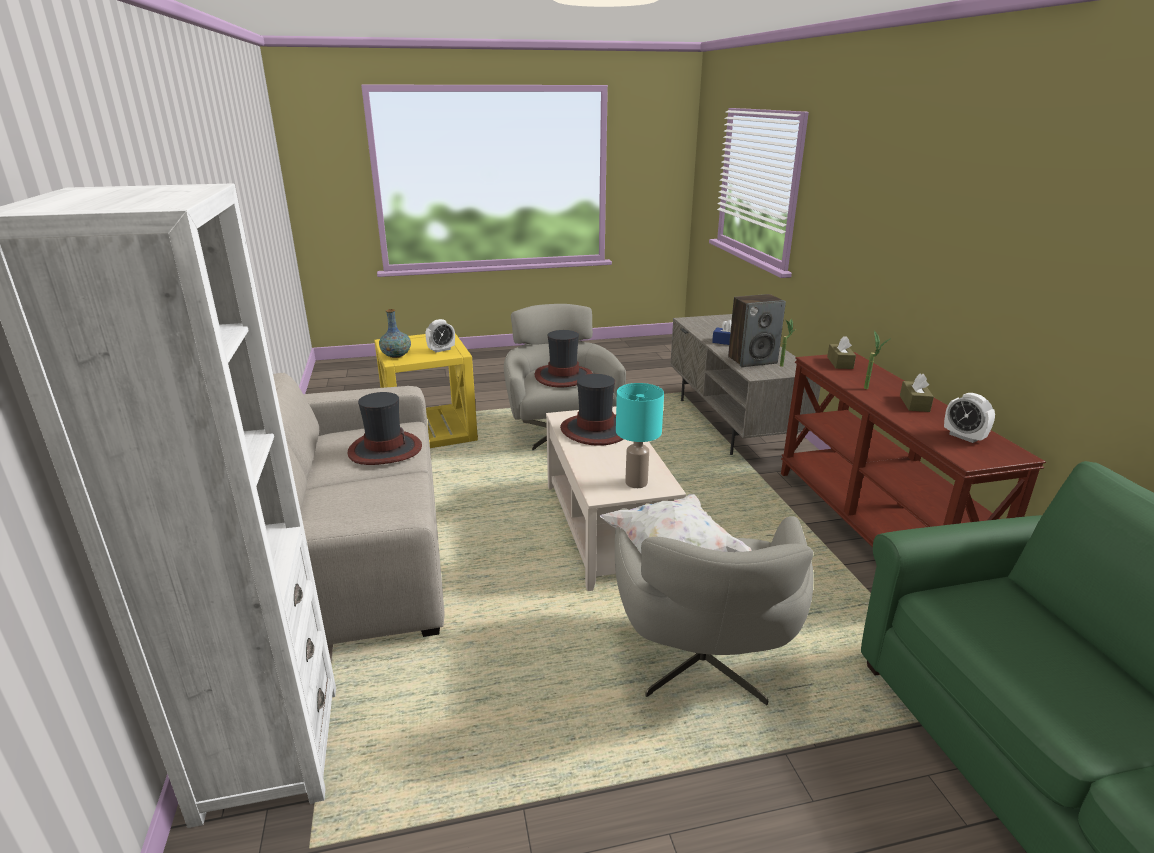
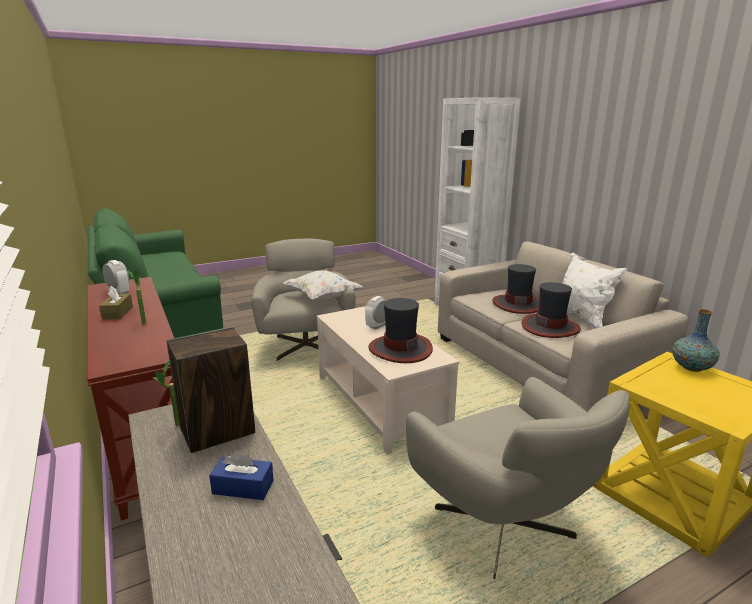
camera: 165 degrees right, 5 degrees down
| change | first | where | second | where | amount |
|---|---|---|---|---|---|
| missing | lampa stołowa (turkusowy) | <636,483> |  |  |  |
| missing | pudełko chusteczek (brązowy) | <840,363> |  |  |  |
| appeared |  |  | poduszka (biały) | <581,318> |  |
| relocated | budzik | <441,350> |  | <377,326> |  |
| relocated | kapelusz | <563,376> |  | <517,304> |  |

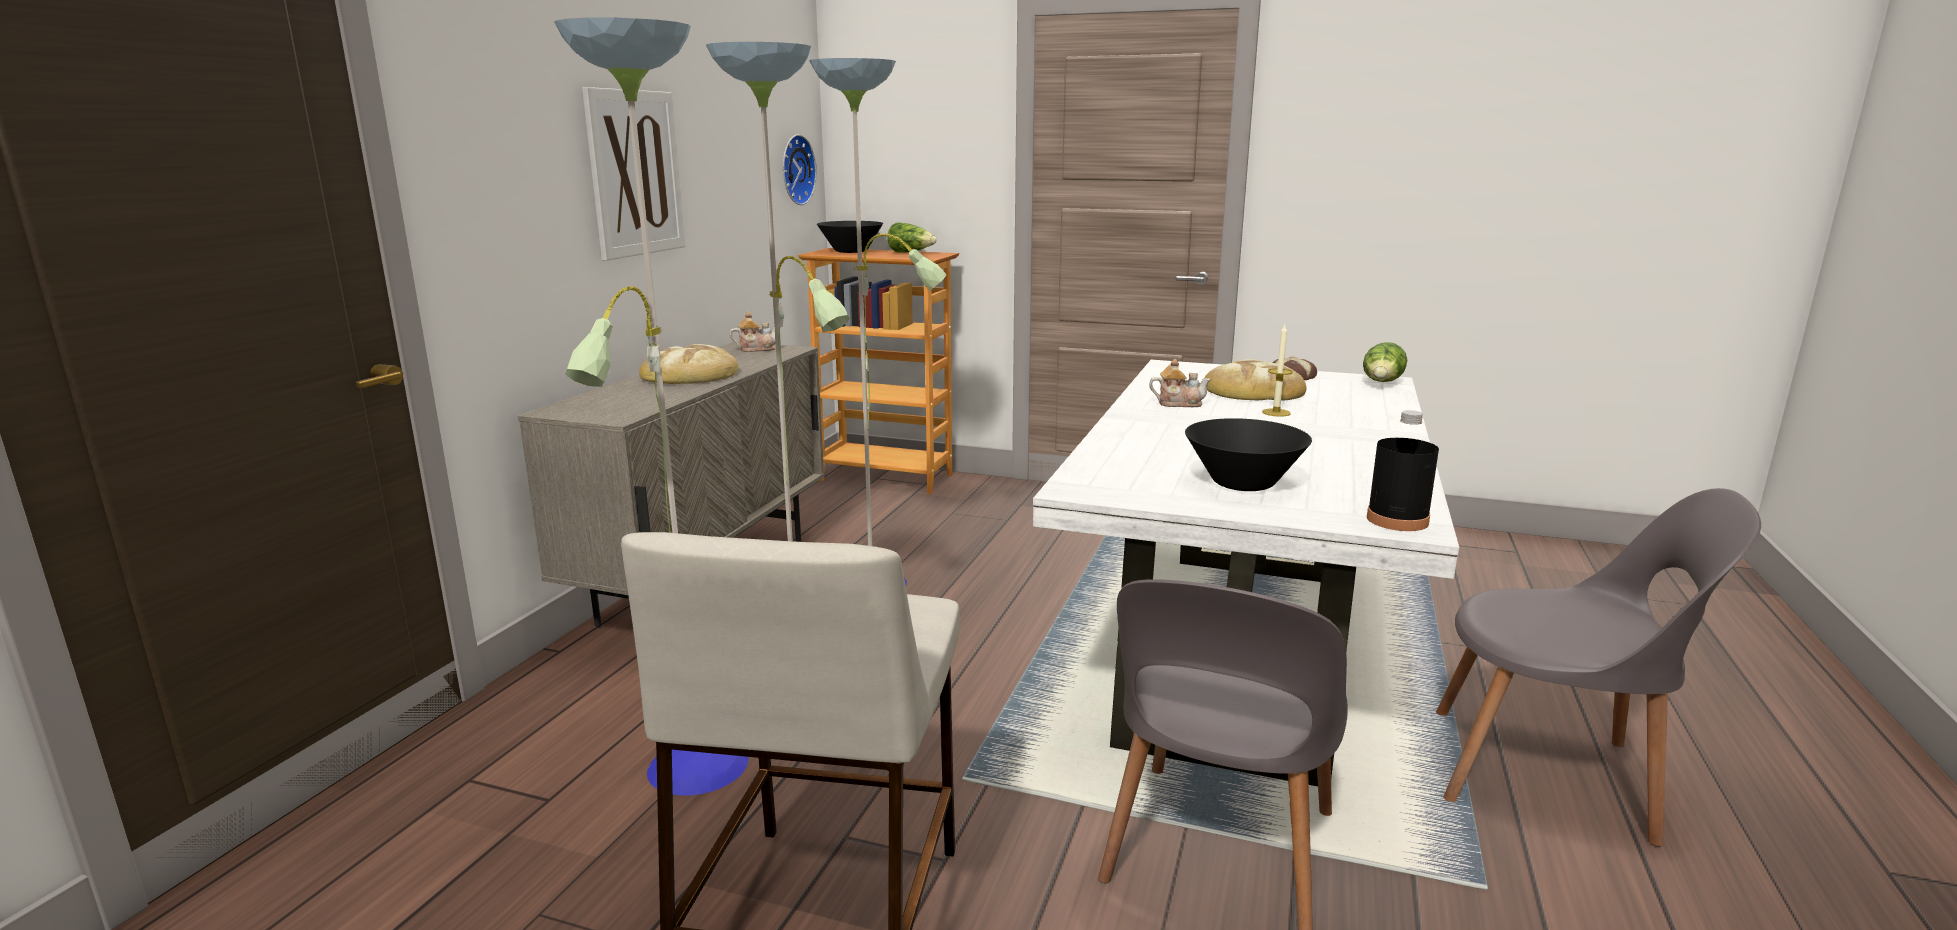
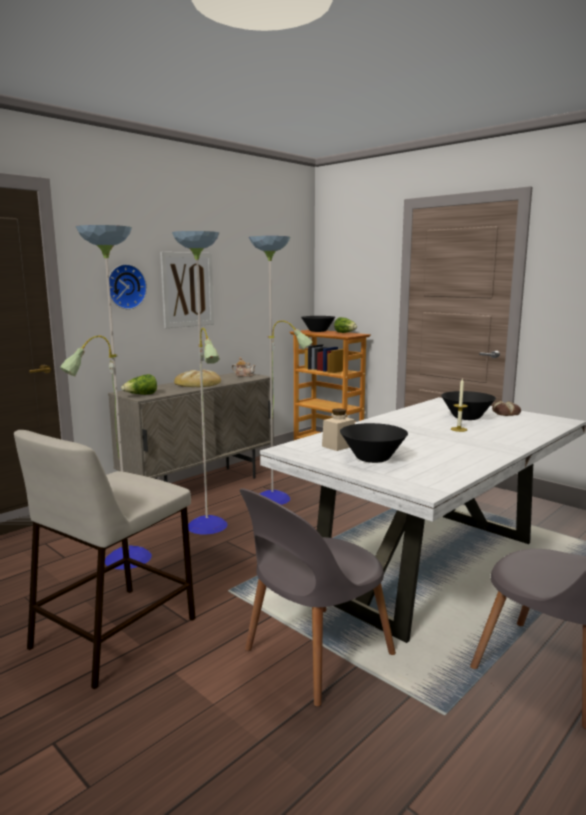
camera: 25 degrees right, 5 degrees down
| change | first | where | second | where | amount |
|---|---|---|---|---|---|
| missing | imbryk | <1178,403> |  |  |  |
| missing | butelka (czarny) | <1397,520> |  |  |  |
| appeared |  |  | słoik (beżowy) | <338,446> |  |
| relocated | zegar ścienny | <794,170> |  | <125,286> |  |
| relocated | sałata | <1382,383> |  | <141,395> |  |
| exchanged | chleb | <1252,391> | miska (czarny) | <466,417> |  |

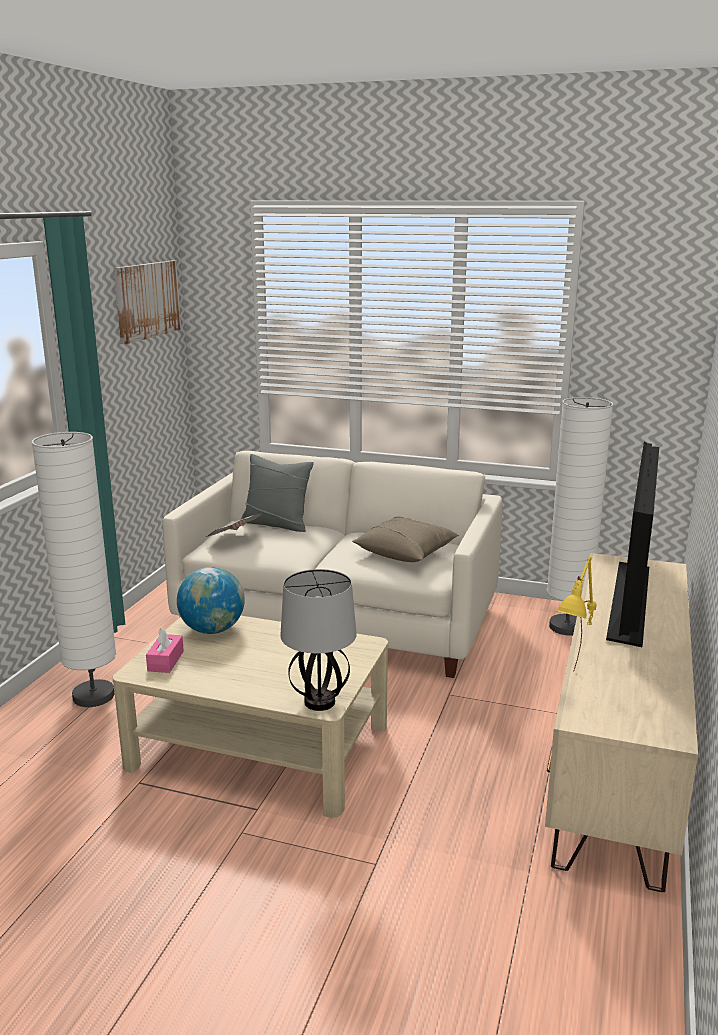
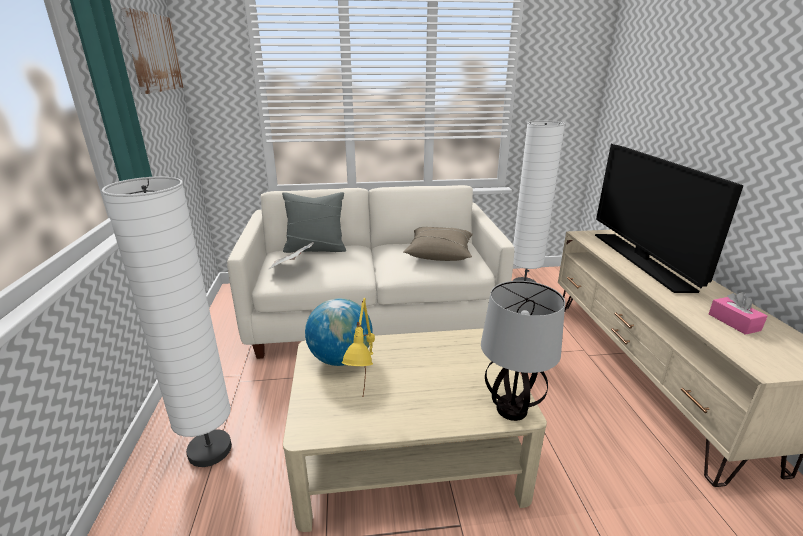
camera: 25 degrees left, 5 degrees up
| change | first | where | second | where | amount |
|---|---|---|---|---|---|
| relocated | pudełko chusteczek (różowy) | <165,661> |  | <734,322> |  |
| relocated | lampa stołowa (żółty) | <574,688> |  | <367,417> |  |

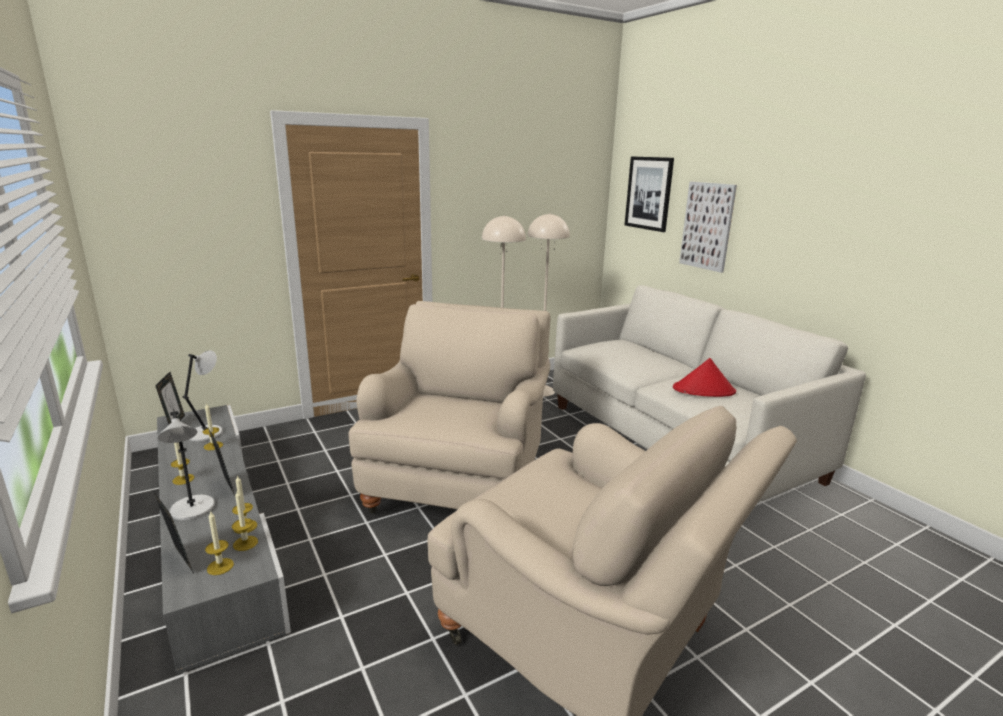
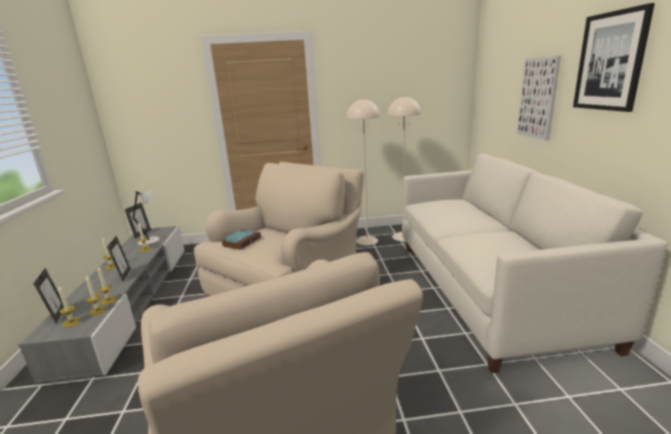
camera: 25 degrees right, 0 degrees up
| change | first | where | second | where | amount |
|---|---|---|---|---|---|
| missing | lampa stołowa (szary) | <192,510> |  |  |  |
| missing | kapelusz (czerwony) | <704,390> |  |  |  |
| appeared |  |  | książka | <242,241> |  |
| relocated | obraz | <649,193> |  | <610,61> |  |

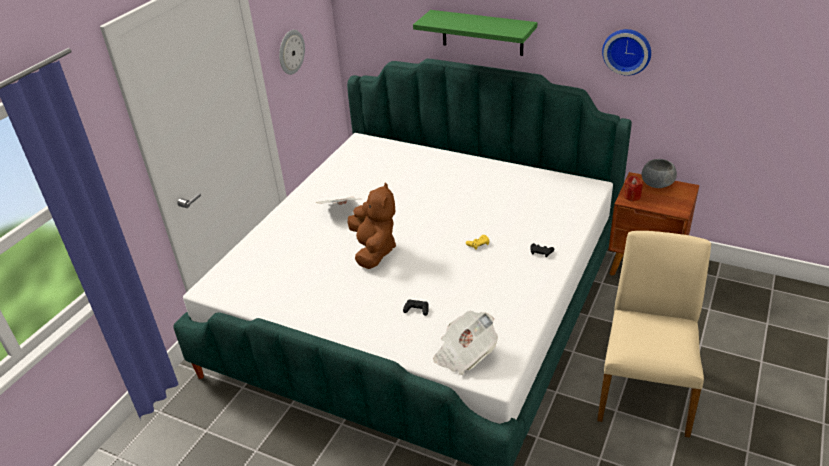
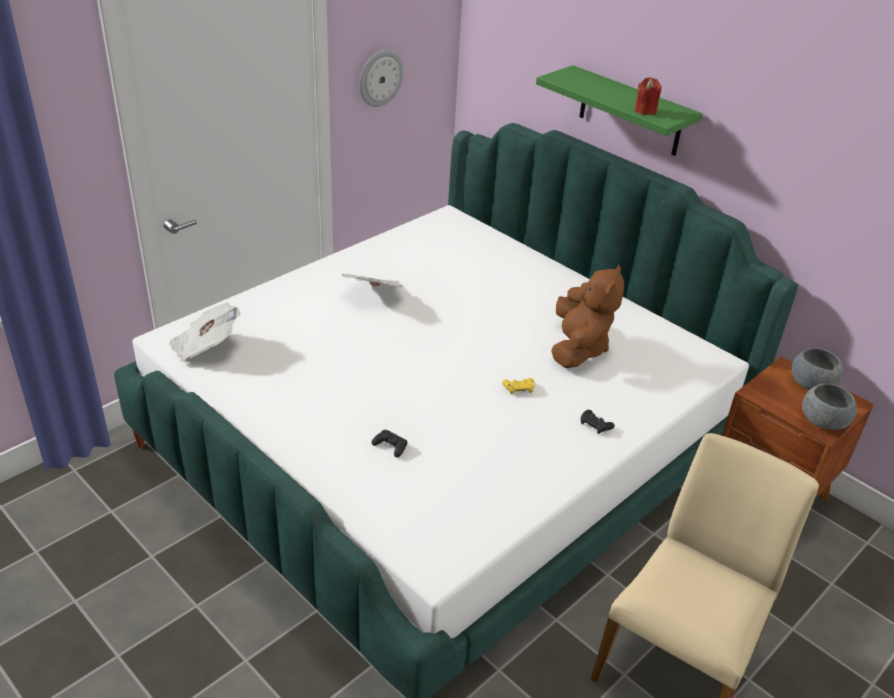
camera: 15 degrees right, 0 degrees up
| change | first | where | second | where | amount |
|---|---|---|---|---|---|
| missing | zegar ścienny | <627,50> |  |  |  |
| appeared |  |  | miska (szary) | <823,422> |  |
| relocated | pluszak (brązowy) | <374,250> |  | <578,348> |  |
| relocated | gazeta | <464,354> |  | <205,346> |  |
| relocated | świeca (czerwony) | <632,197> |  | <645,111> |  |

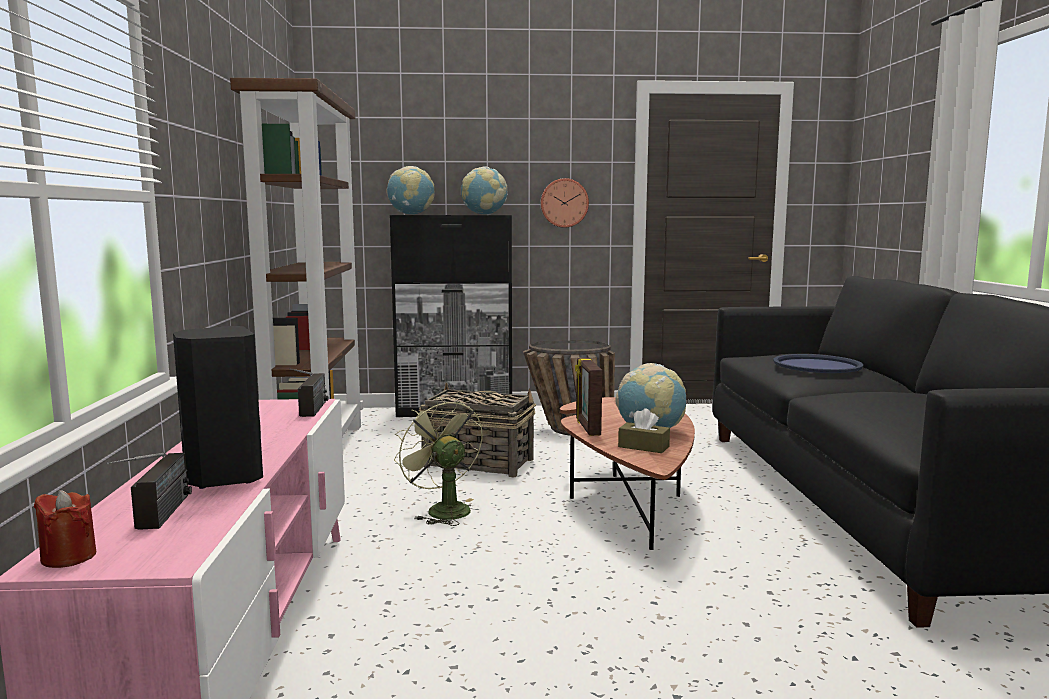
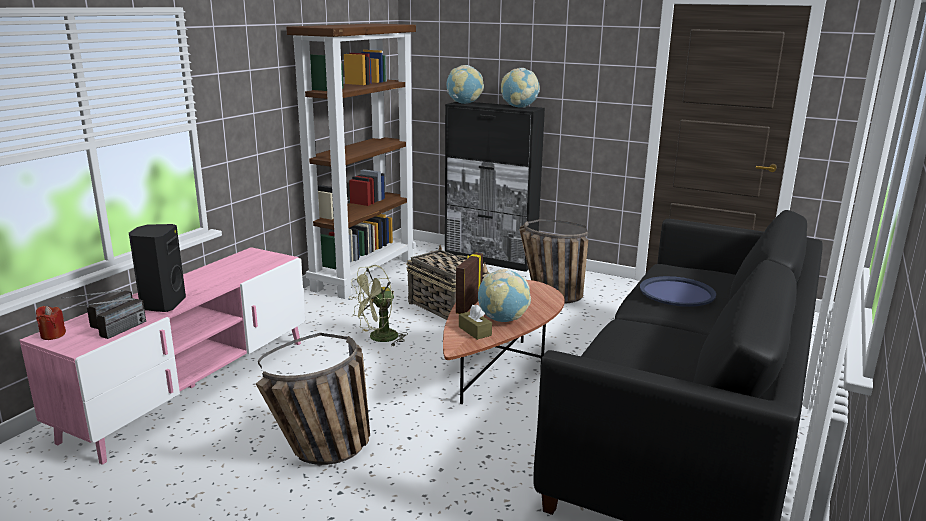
camera: 30 degrees right, 10 degrees up
| change | first | where | second | where | amount |
|---|---|---|---|---|---|
| missing | zegar ścienny | <564,203> |  |  |  |
| appeared |  |  | koszyk | <323,455> |  |
| relocated | radio | <311,413> |  | <113,334> |  |
| spun | wentylator (zielony) | <442,509> |  | <378,338> | 120 degrees counterclockwise |

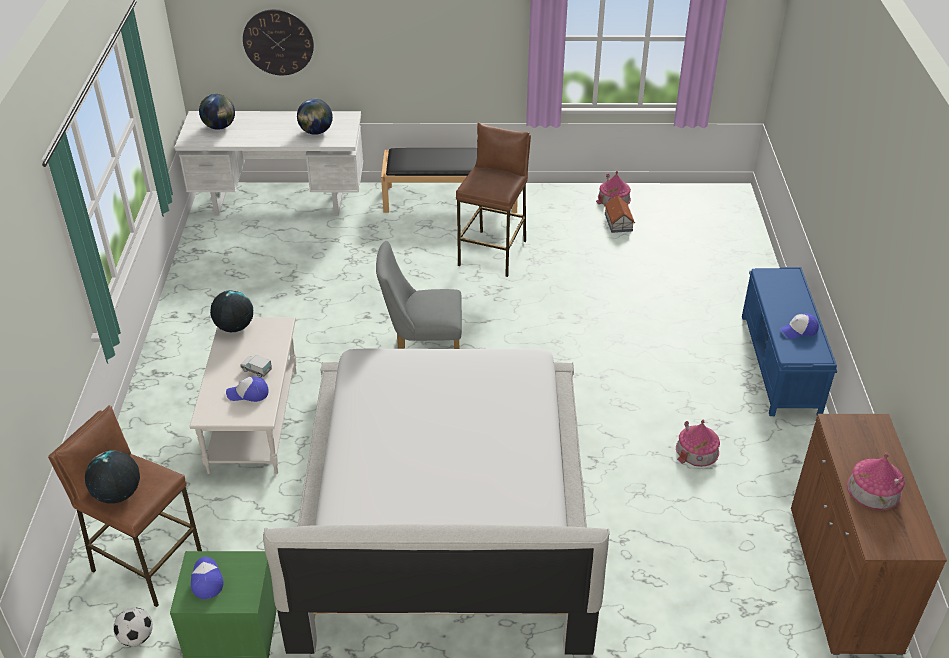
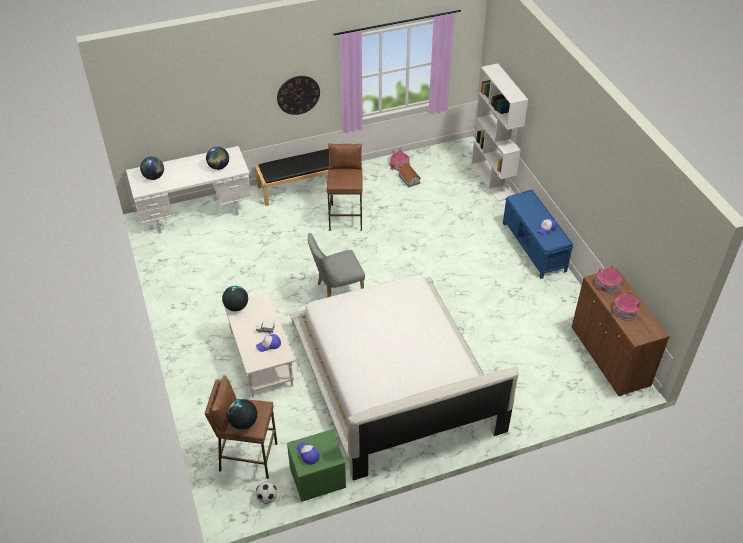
camera: 20 degrees left, 5 degrees up
| change | first | where | second | where | amount |
|---|---|---|---|---|---|
| appeared |  |  | regał (biały) | <492,180> |  |
| relocated | zegar ścienny | <278,42> |  | <298,95> |  |
| relocated | domek | <697,450> |  | <607,283> |  |

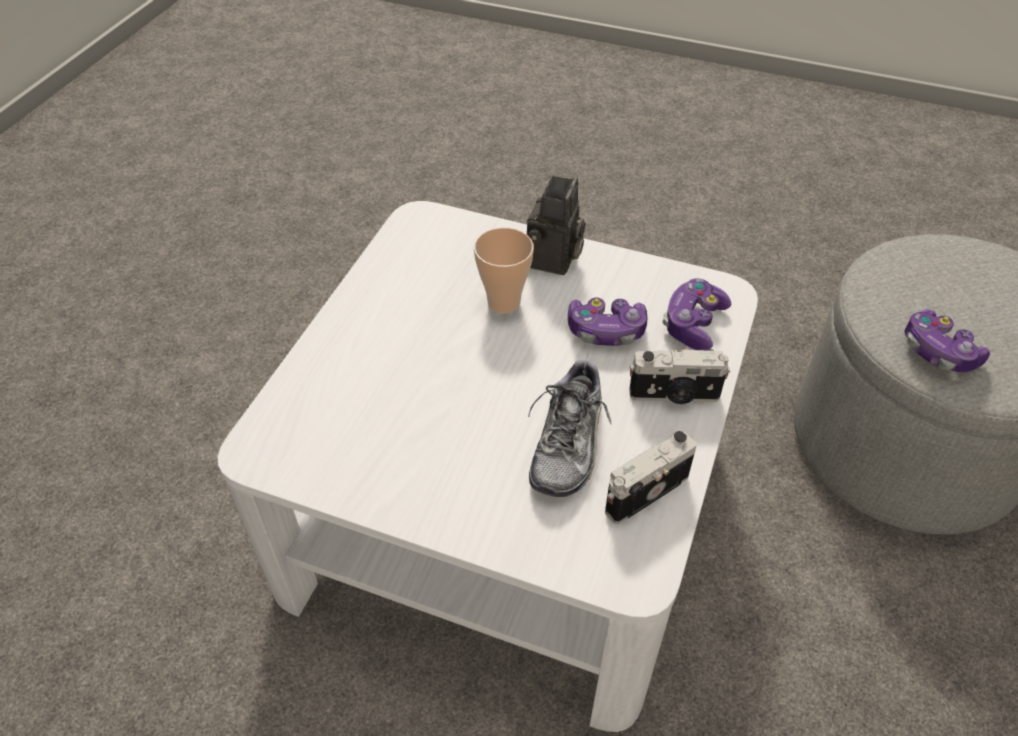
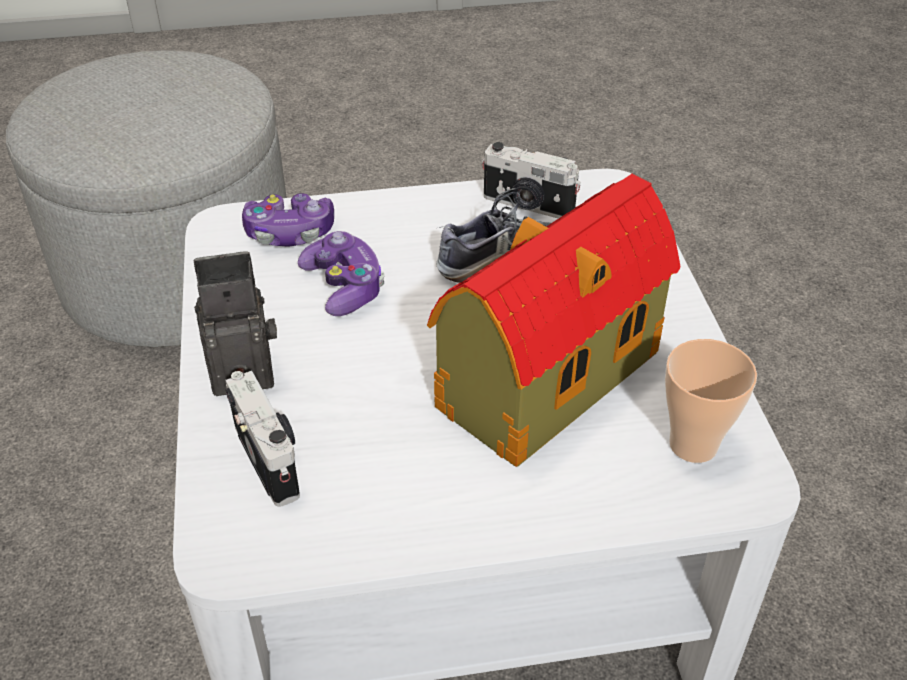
camera: 120 degrees left, 5 degrees down
| change | first | where | second | where | amount |
|---|---|---|---|---|---|
| missing | pad do gier | <938,352> |  |  |  |
| appeared |  |  | domek | <545,383> |  |
| relocated | filiżanka | <504,302> |  | <693,445> |  |
| relocated | aparat fotograficzny | <674,396> |  | <270,459> |  |

